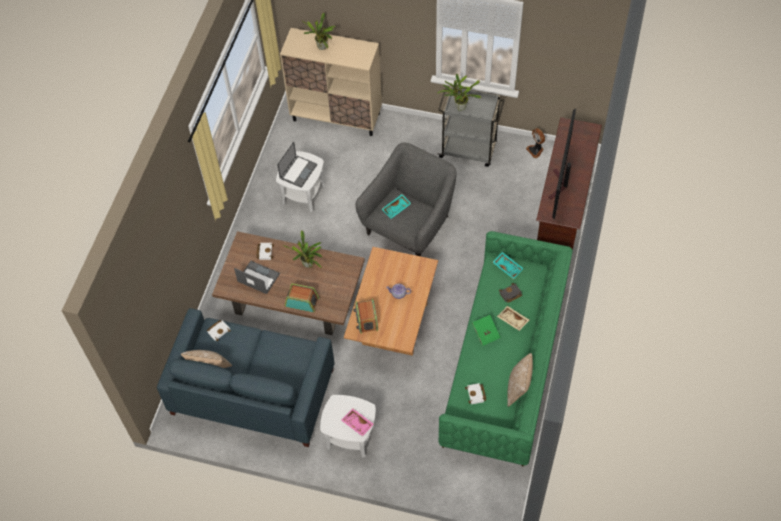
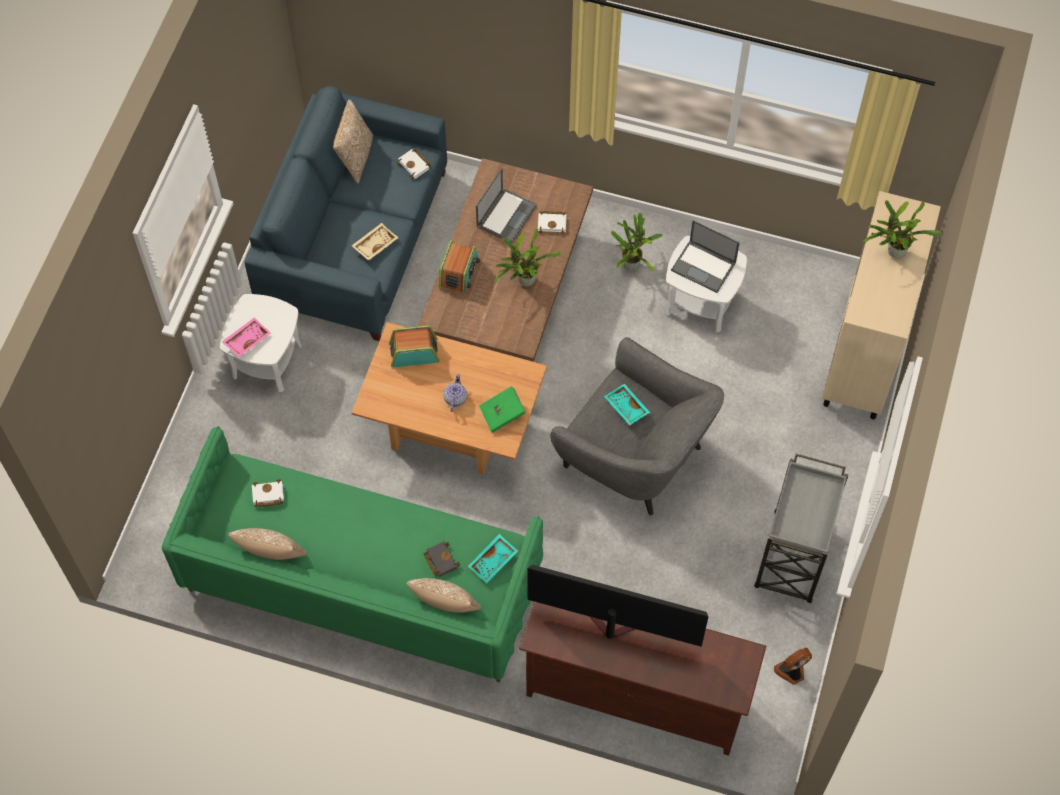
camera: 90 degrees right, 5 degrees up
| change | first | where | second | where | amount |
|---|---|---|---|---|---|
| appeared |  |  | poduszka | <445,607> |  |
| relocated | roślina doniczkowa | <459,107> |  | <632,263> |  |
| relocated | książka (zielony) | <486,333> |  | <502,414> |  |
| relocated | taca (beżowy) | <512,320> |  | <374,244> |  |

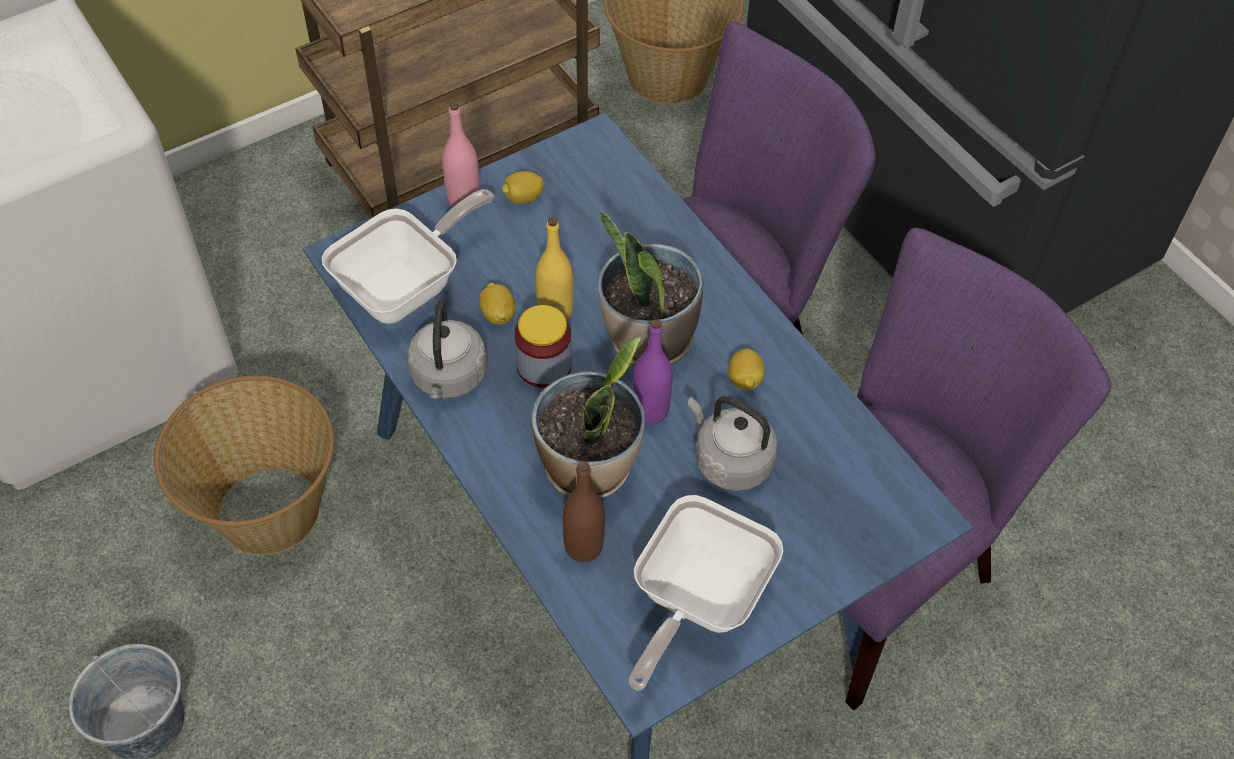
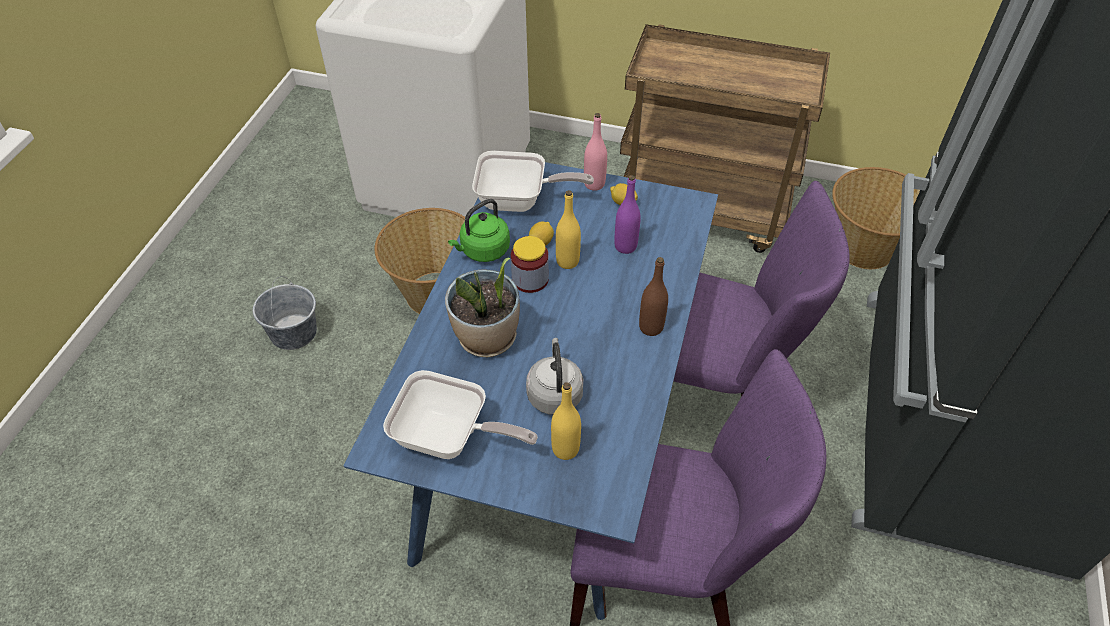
camera: 50 degrees right, 5 degrees down
| change | first | where | second | where | amount |
|---|---|---|---|---|---|
| missing | roślina doniczkowa | <648,339> |  |  |  |
| missing | cytryna | <744,380> |  |  |  |
| appeared |  |  | butelka (żółty) | <565,449> |  |
| relocated | butelka (brązowy) | <583,546> |  | <651,327> |  |
| relocated | butelka (fioletowy) | <650,411> |  | <625,246> |  |
| colour | czajnik (szary) | <448,378> | czajnik (zielony) | <483,251> |  |
| spun | patelnia | <695,601> |  | <449,438> | 150 degrees counterclockwise |

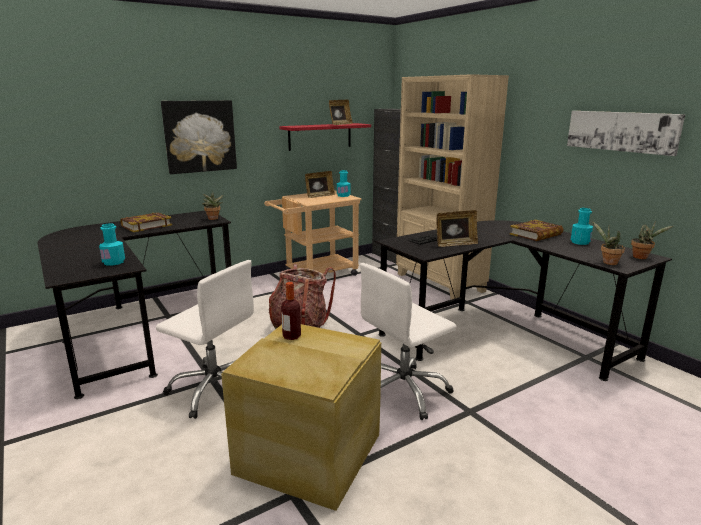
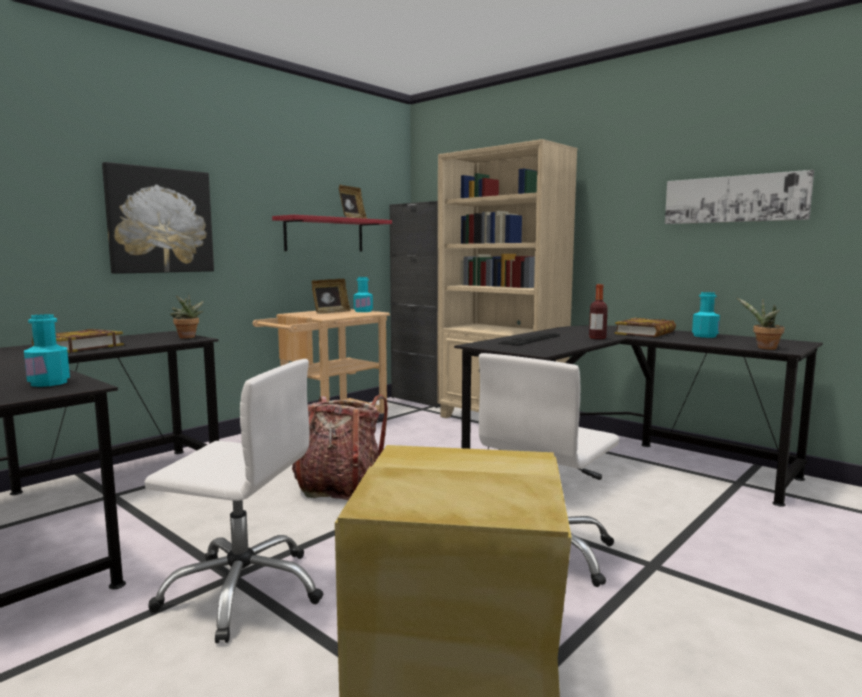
camera: 15 degrees left, 10 degrees down
| change | first | where | second | where | amount |
|---|---|---|---|---|---|
| missing | ramka na zdjęcie | <455,244> |  |  |  |
| missing | roślina doniczkowa | <642,257> |  |  |  |
| relocated | butelka | <291,336> |  | <597,338> |  |

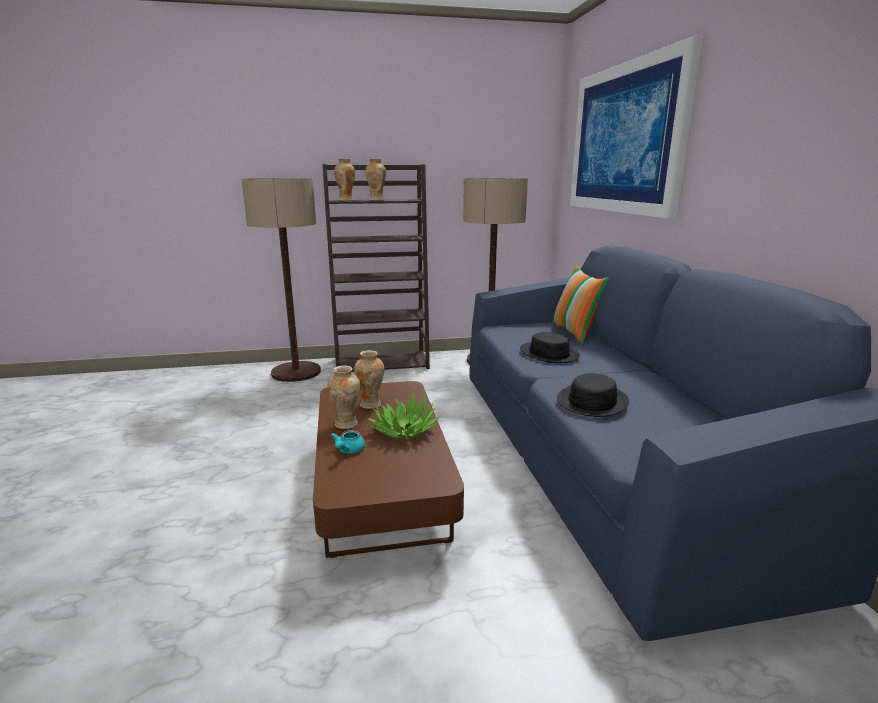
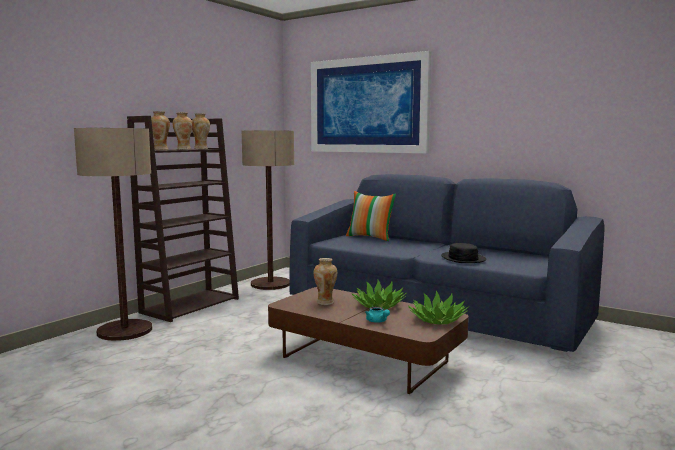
camera: 45 degrees left, 10 degrees down
| change | first | where | second | where | amount |
|---|---|---|---|---|---|
| missing | kapelusz (czarny) | <549,353> |  |  |  |
| appeared |  |  | roślina doniczkowa | <437,320> |  |
| relocated | wazon | <346,424> |  | <201,149> |  |

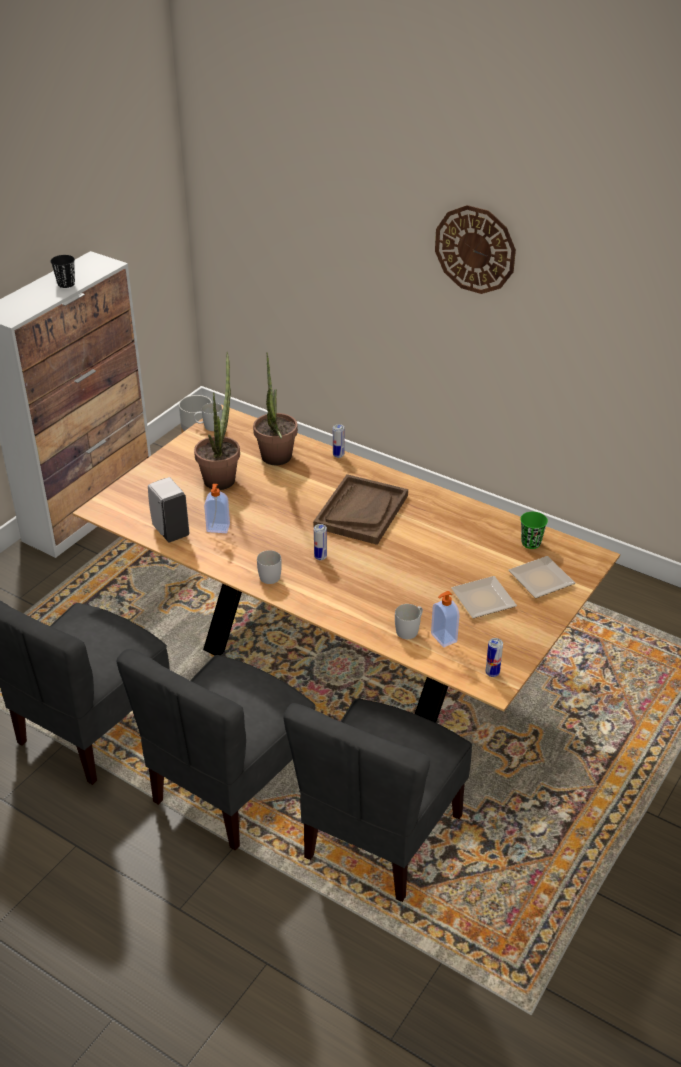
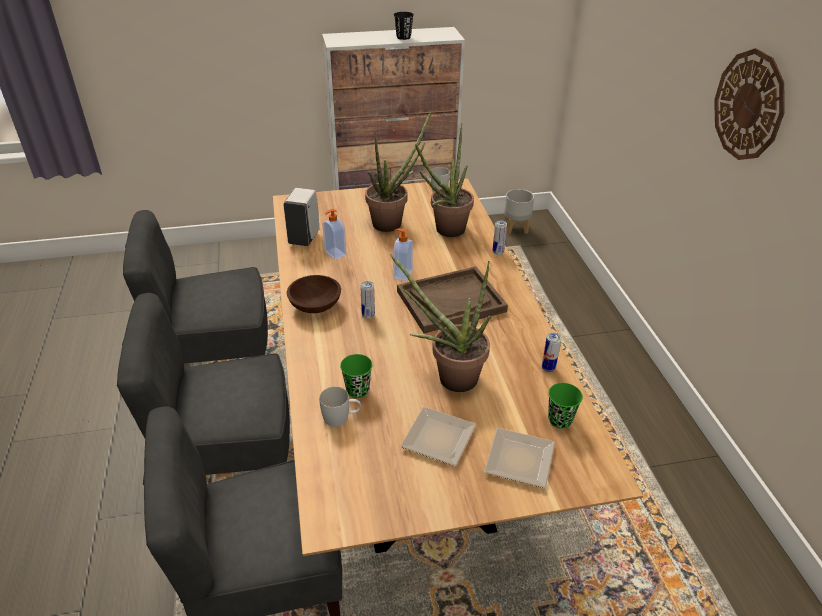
camera: 45 degrees right, 0 degrees up
| change | first | where | second | where | amount |
|---|---|---|---|---|---|
| appeared |  |  | filiżanka (zielony) | <357,390> |  |
| appeared |  |  | roślina doniczkowa | <449,377> |  |
| relocated | dozownik mydła | <443,638> |  | <402,274> |  |
| relocated | puszka | <492,673> |  | <548,368> |  |
| exchanged | kubek (biały) | <270,574> | miska (brązowy) | <315,305> |  |

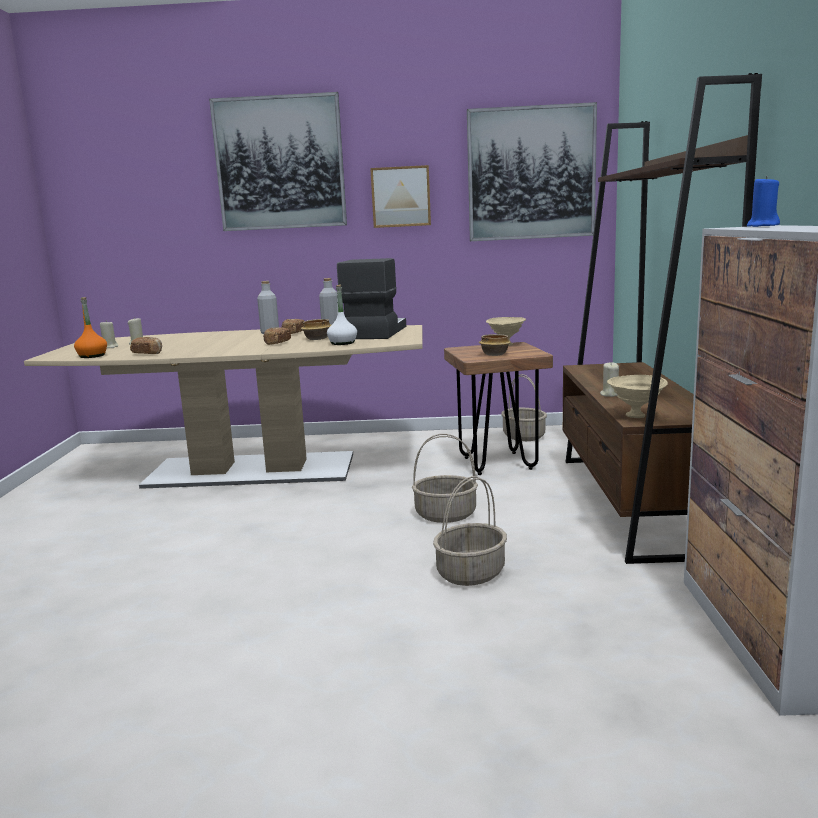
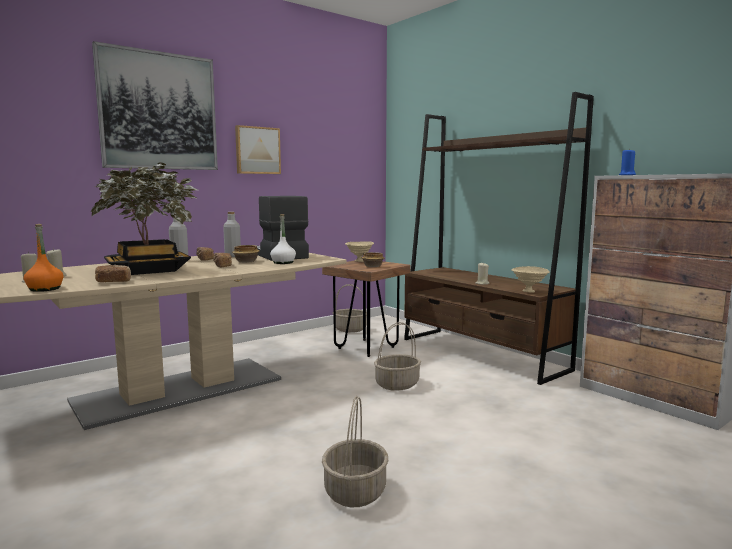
camera: 40 degrees left, 5 degrees down
| change | first | where | second | where | amount |
|---|---|---|---|---|---|
| missing | obraz | <531,173> |  |  |  |
| appeared |  |  | roślina doniczkowa | <148,270> |  |
| relocated | koszyk | <471,573> |  | <354,491> |  |

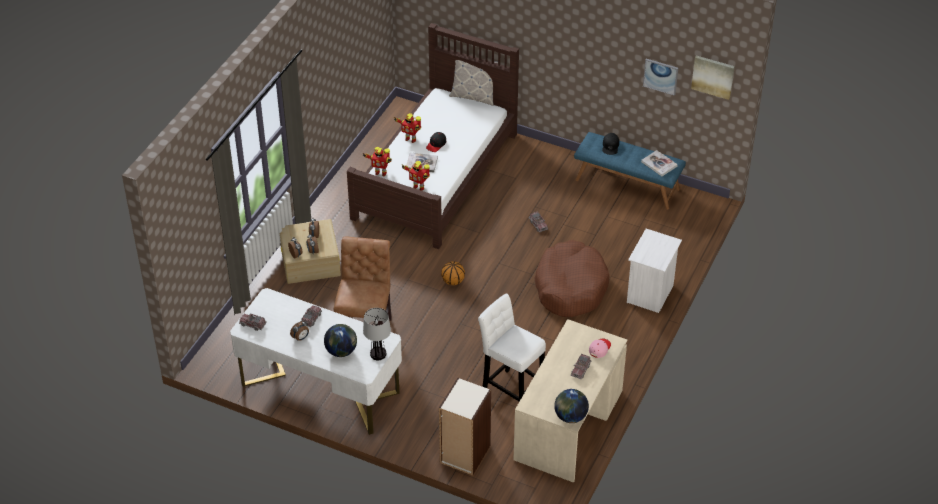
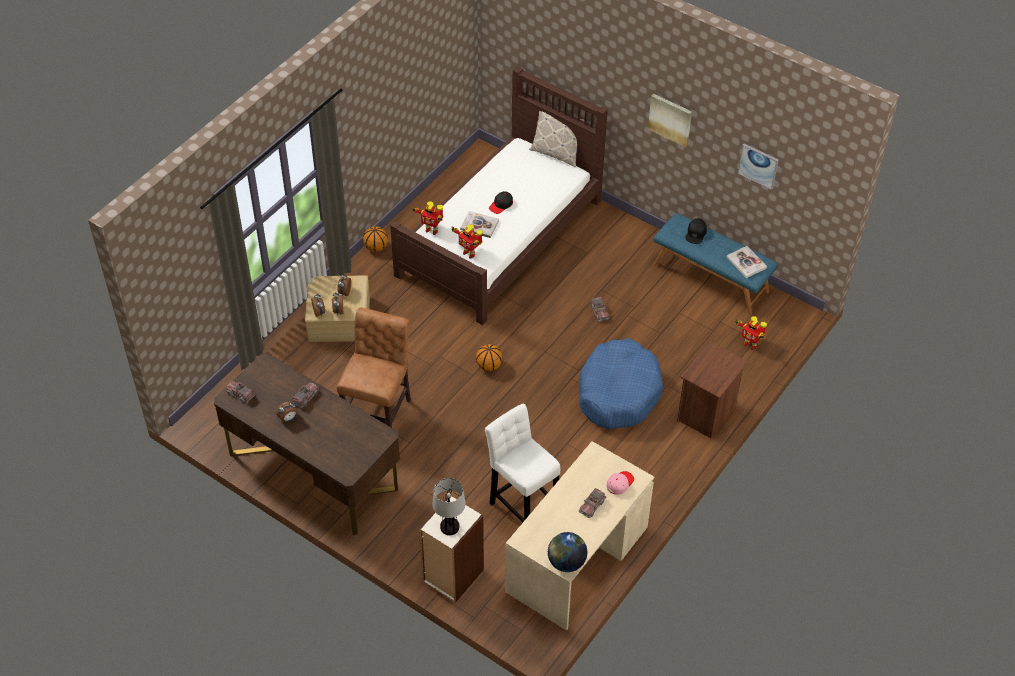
camera: 10 degrees right, 5 degrees up
| change | first | where | second | where | amount |
|---|---|---|---|---|---|
| missing | globus | <341,351> |  |  |  |
| appeared |  |  | piłka do koszykówki | <376,247> |  |
| relocated | lampa stołowa | <378,354> |  | <450,527> |  |
| relocated | robot zabawkowy | <410,139> |  | <750,344> |  |
| relocated | obraz | <713,76> |  | <670,119> |  |
| colour | biurko (biały) | <320,388> | biurko (brązowy) | <313,471> |  |
| colour | legowisko (brązowy) | <570,287> | legowisko (niebieski) | <618,392> |  |
| colour | szafka nocna (biały) | <651,294> | szafka nocna (brązowy) | <707,414> |  |

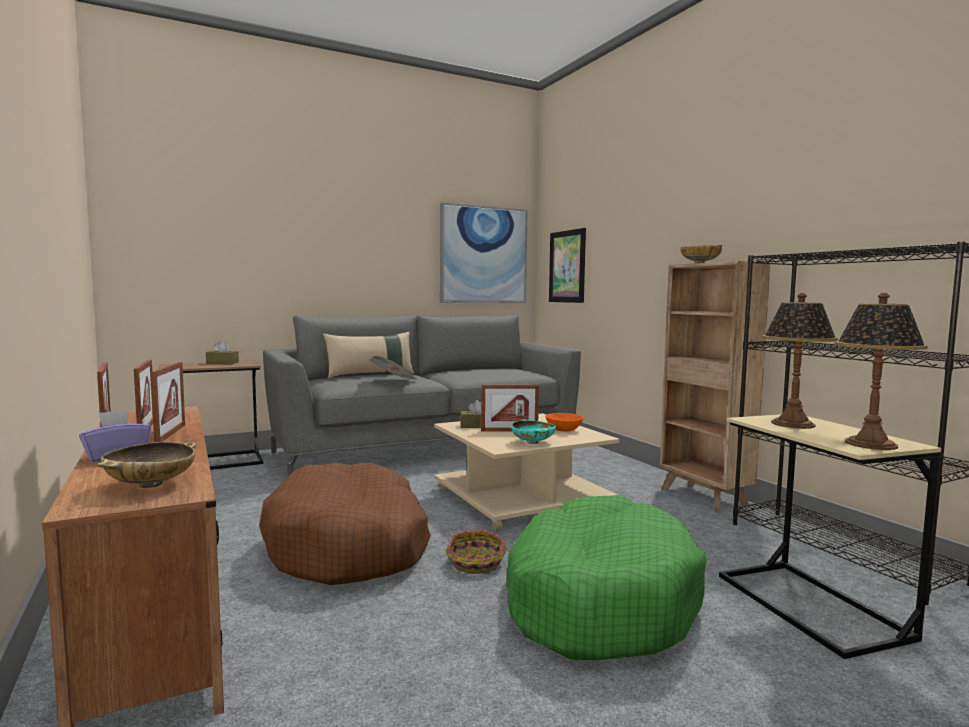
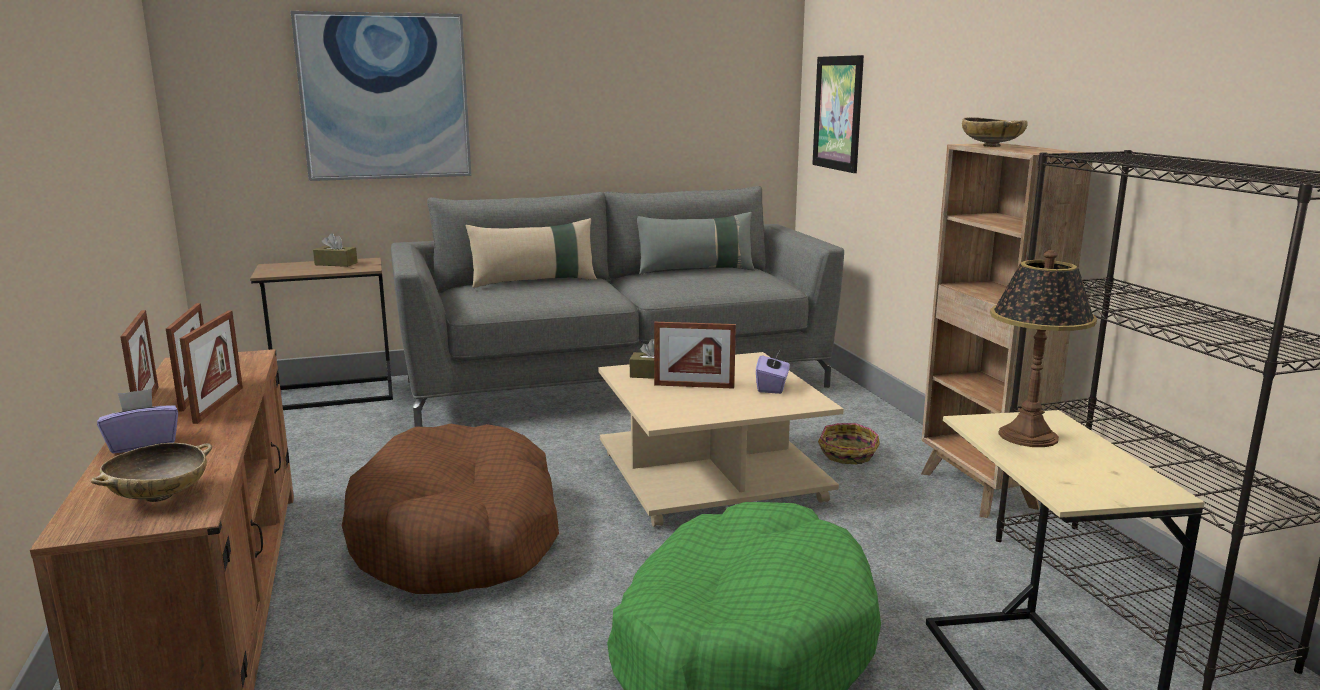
camera: 10 degrees right, 10 degrees up
| change | first | where | second | where | amount |
|---|---|---|---|---|---|
| missing | gazeta | <394,381> |  |  |  |
| missing | miska (turkusowy) | <533,442> |  |  |  |
| missing | lampa stołowa | <871,444> |  |  |  |
| appeared |  |  | poduszka (szary) | <696,270> |  |
| relocated | obraz | <483,255> |  | <385,97> |  |
| relocated | koszyk | <475,564> |  | <847,455> |  |
| exchanged | miska (pomarańczowy) | <563,430> | pudełko chusteczek (fioletowy) | <772,387> |  |

